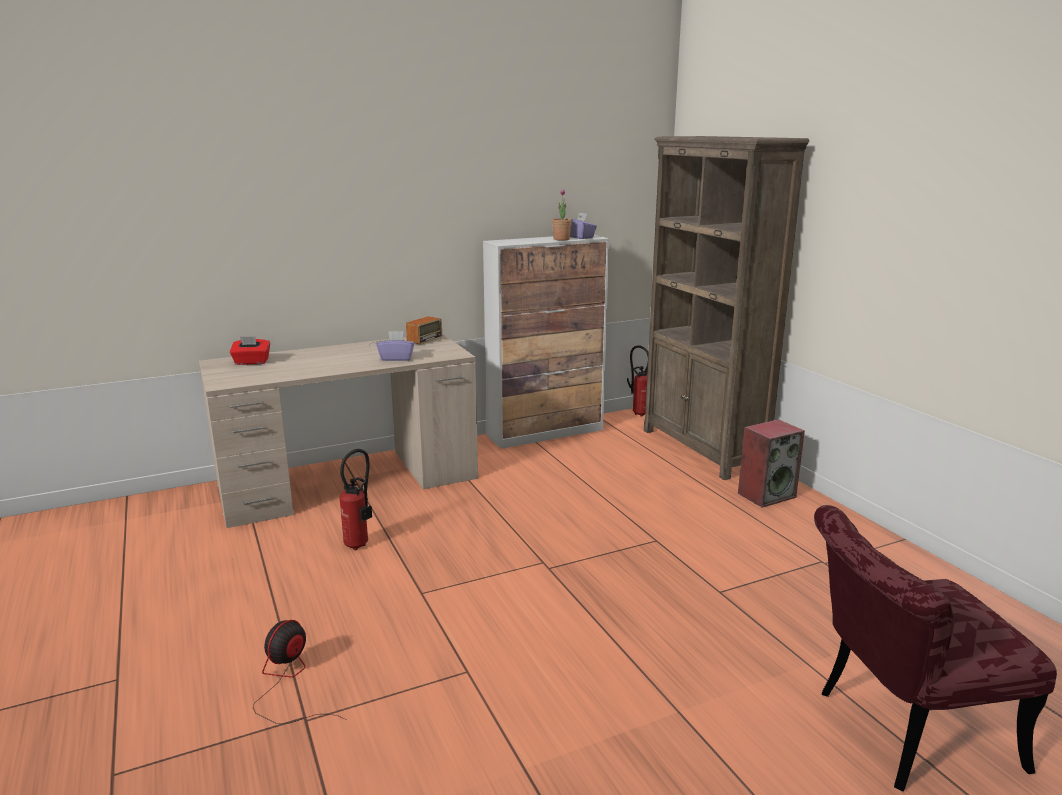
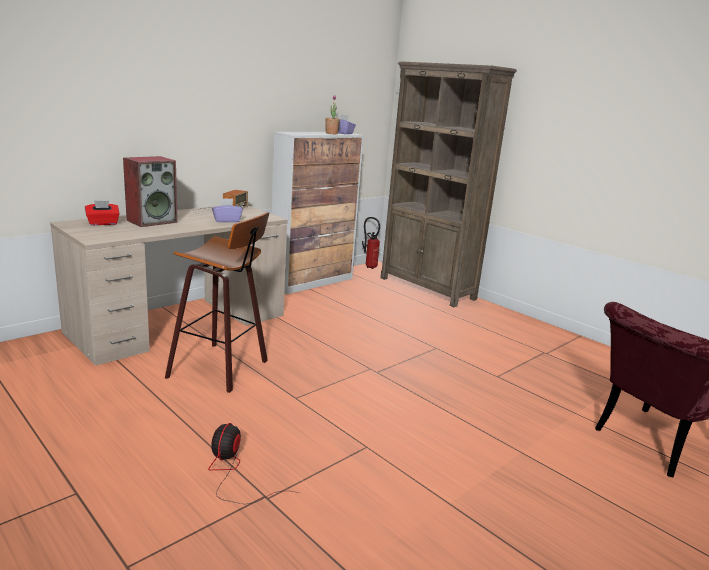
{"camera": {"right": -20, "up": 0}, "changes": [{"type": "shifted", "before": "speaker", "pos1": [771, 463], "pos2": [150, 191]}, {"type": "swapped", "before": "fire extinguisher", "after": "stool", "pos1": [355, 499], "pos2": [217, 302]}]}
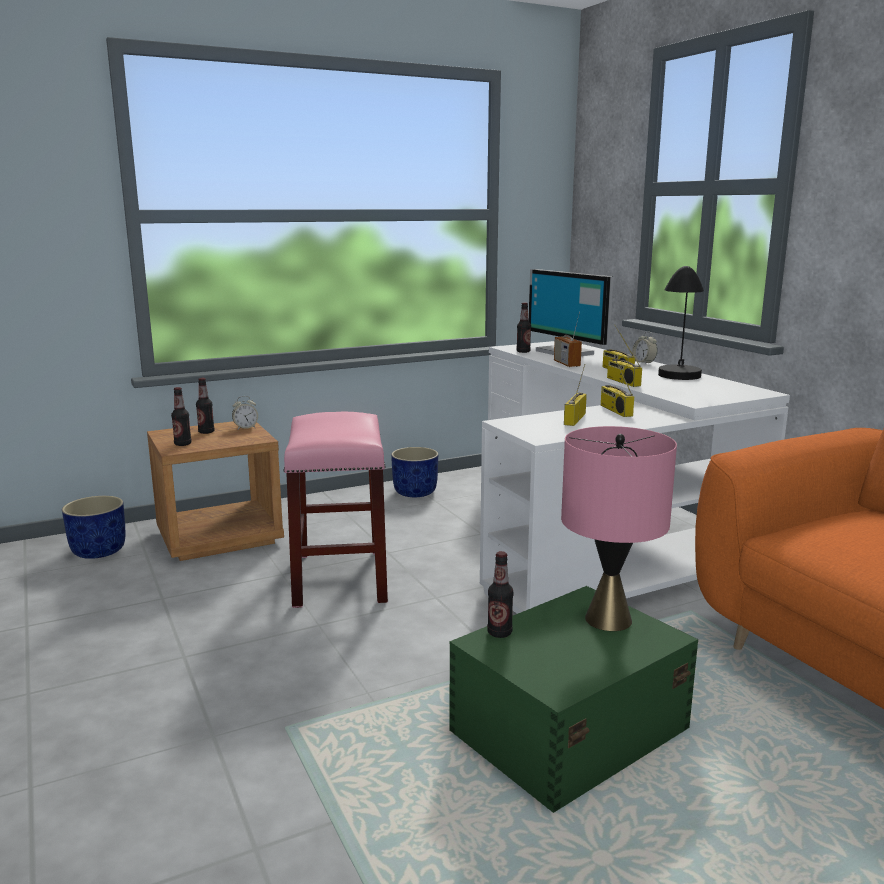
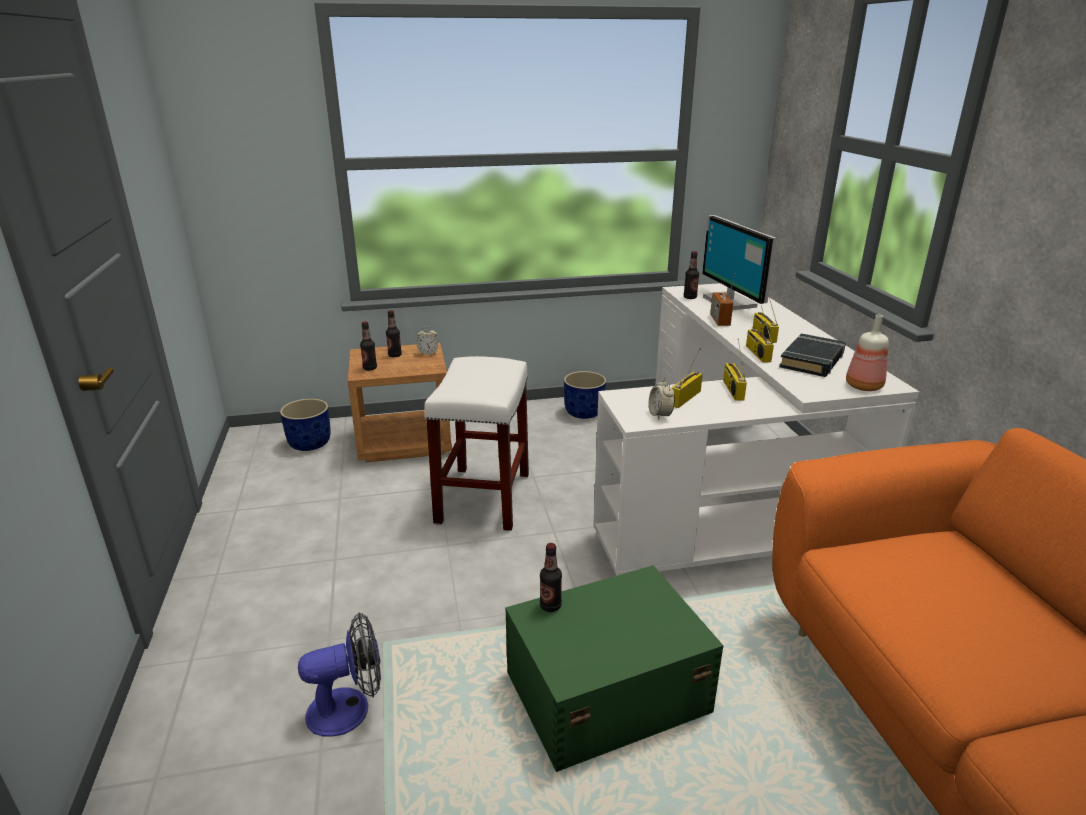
{"camera": {"right": 15, "up": 10}, "changes": [{"type": "swapped", "before": "black table lamp", "after": "black book", "pos1": [681, 323], "pos2": [812, 355]}, {"type": "shifted", "before": "alarm clock", "pos1": [645, 348], "pos2": [662, 399]}, {"type": "repainted", "before": "pink stool", "after": "white stool", "pos1": [335, 510], "pos2": [476, 443]}, {"type": "gone", "before": "pink table lamp", "pos1": [619, 528]}, {"type": "new", "after": "bottle", "pos2": [867, 353]}, {"type": "new", "after": "fan", "pos2": [339, 674]}]}
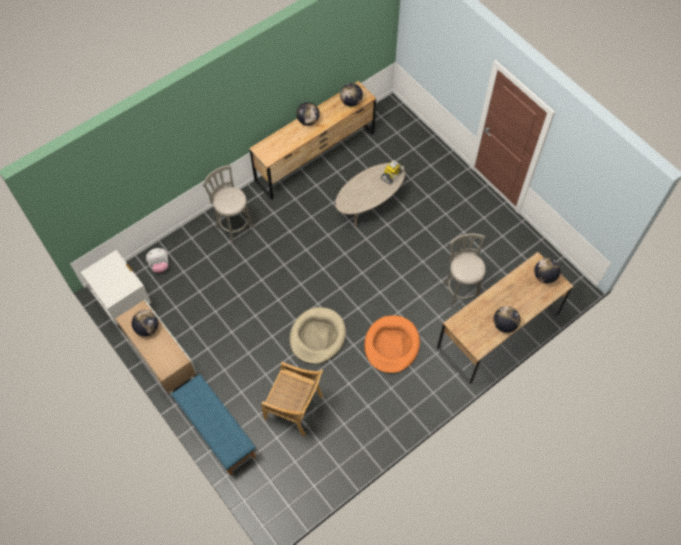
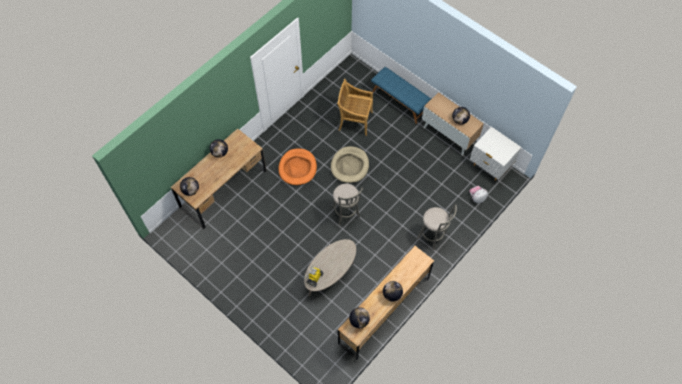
{"camera": {"right": 170, "up": 0}, "changes": [{"type": "shifted", "before": "grey stool", "pos1": [464, 271], "pos2": [347, 204]}]}
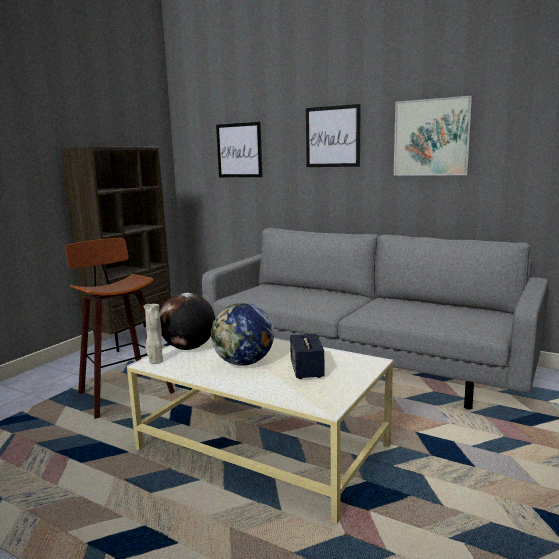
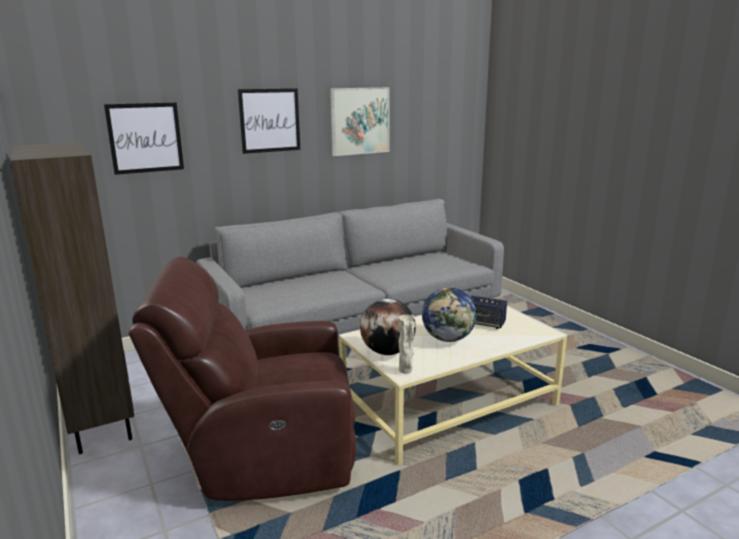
{"camera": {"right": -60, "up": 5}, "changes": [{"type": "swapped", "before": "stool", "after": "brown armchair", "pos1": [120, 328], "pos2": [242, 379]}]}
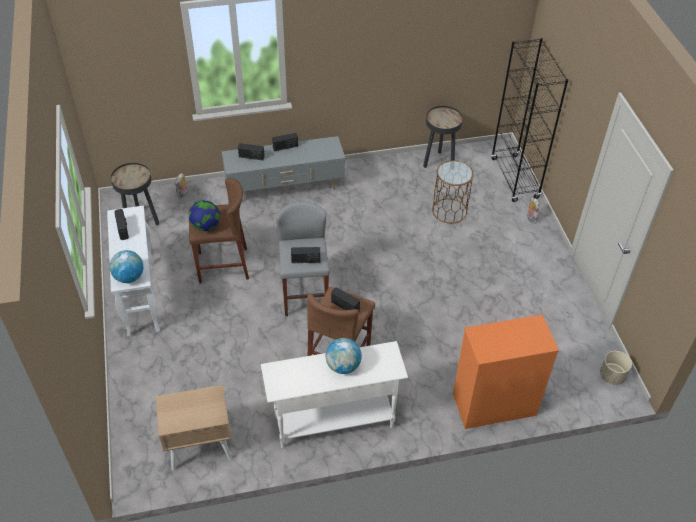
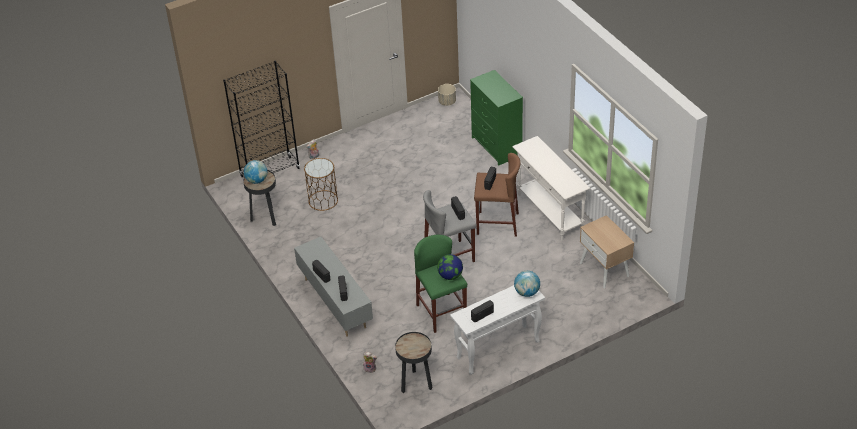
{"camera": {"right": -105, "up": -5}, "changes": [{"type": "repainted", "before": "brown stool", "after": "green stool", "pos1": [219, 230], "pos2": [440, 284]}, {"type": "repainted", "before": "orange dresser", "after": "green dresser", "pos1": [506, 372], "pos2": [496, 118]}, {"type": "shifted", "before": "globe", "pos1": [344, 356], "pos2": [255, 172]}]}
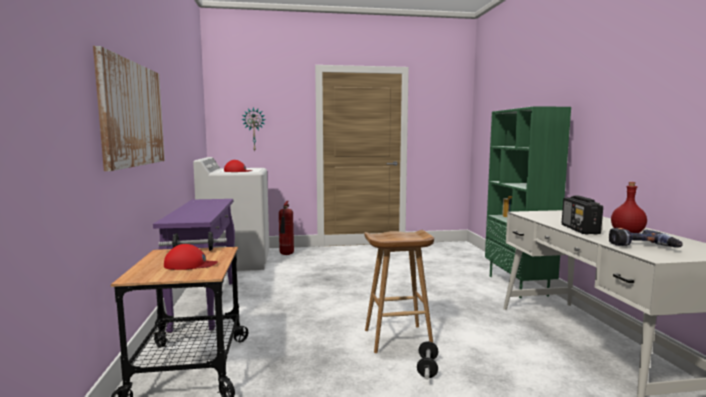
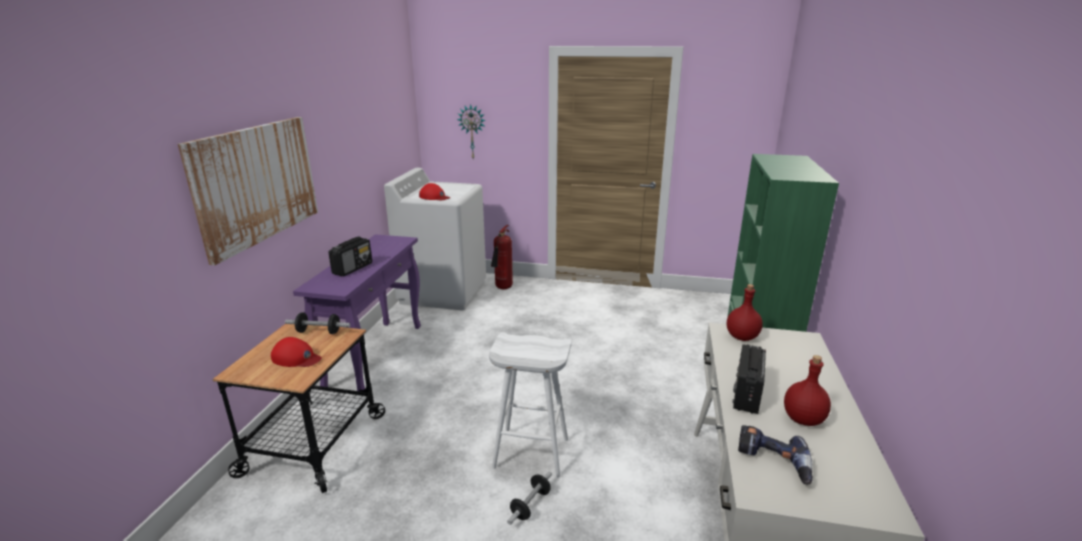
{"camera": {"right": 20, "up": 15}, "changes": [{"type": "repainted", "before": "brown stool", "after": "white stool", "pos1": [399, 291], "pos2": [530, 405]}, {"type": "new", "after": "radio", "pos2": [350, 256]}, {"type": "new", "after": "red bottle", "pos2": [745, 312]}]}
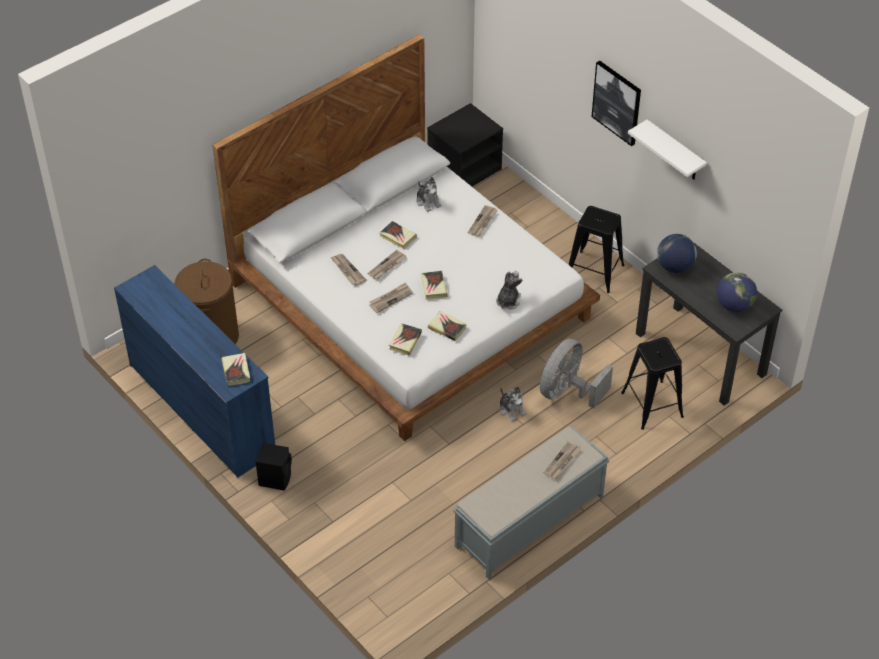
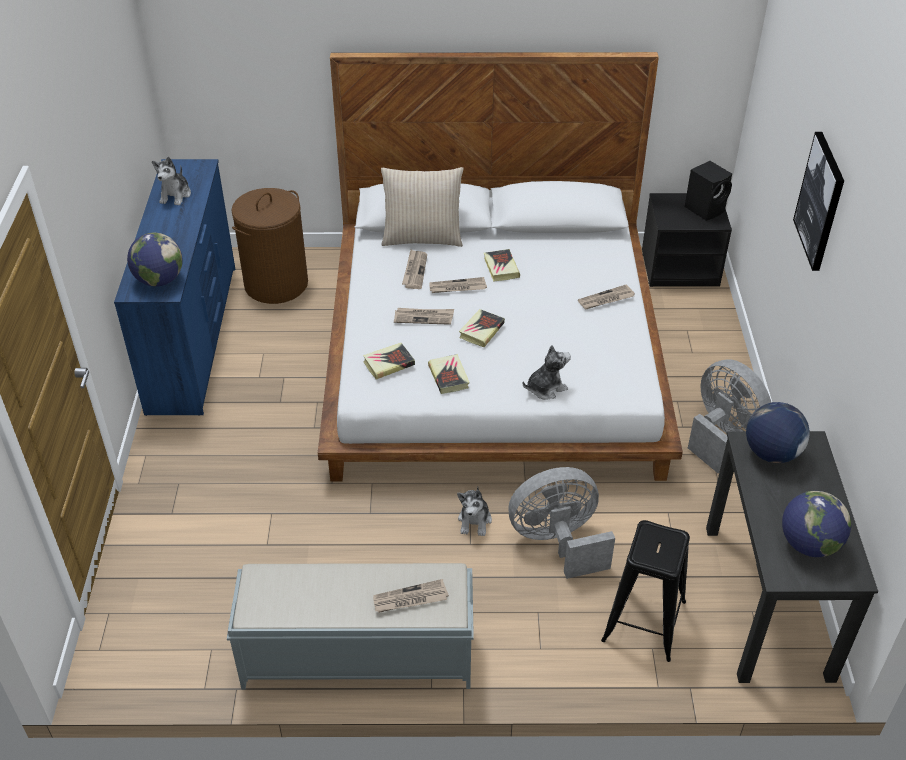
{"camera": {"right": 40, "up": -5}, "changes": [{"type": "gone", "before": "white shelf", "pos1": [667, 150]}, {"type": "shifted", "before": "plush toy", "pos1": [428, 194], "pos2": [171, 181]}, {"type": "swapped", "before": "black stool", "after": "grey fan", "pos1": [596, 249], "pos2": [730, 416]}, {"type": "swapped", "before": "book", "after": "globe", "pos1": [235, 369], "pos2": [154, 259]}, {"type": "shifted", "before": "black speaker", "pos1": [274, 467], "pos2": [708, 191]}, {"type": "new", "after": "beige pillow", "pos2": [422, 207]}]}
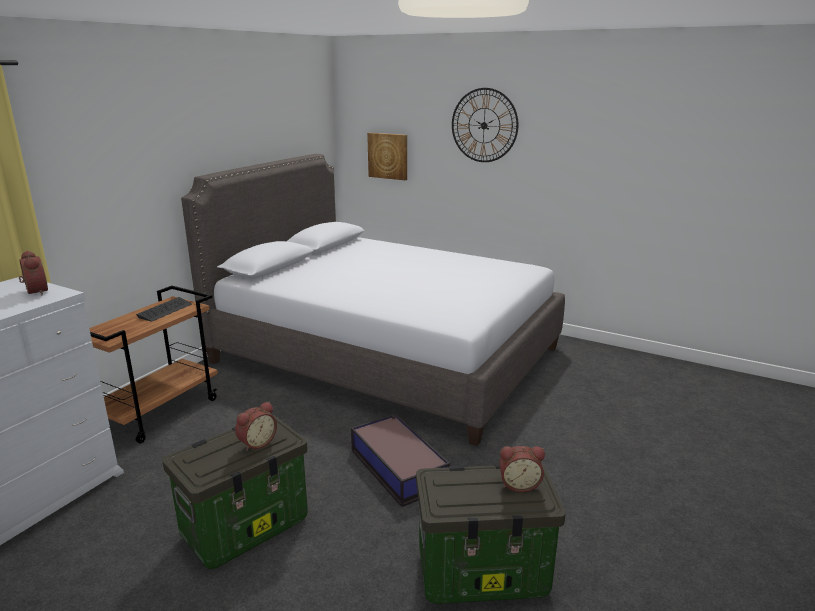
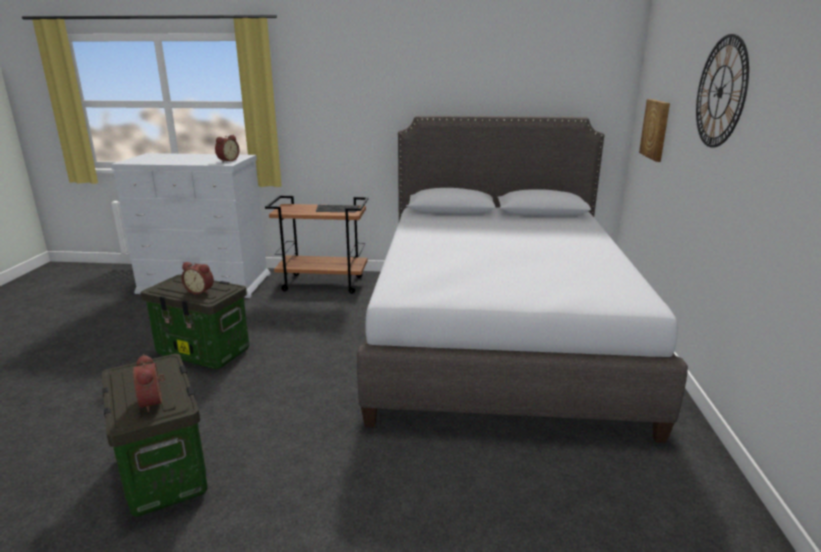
{"camera": {"right": 65, "up": 0}, "changes": [{"type": "gone", "before": "storage box", "pos1": [400, 460]}]}
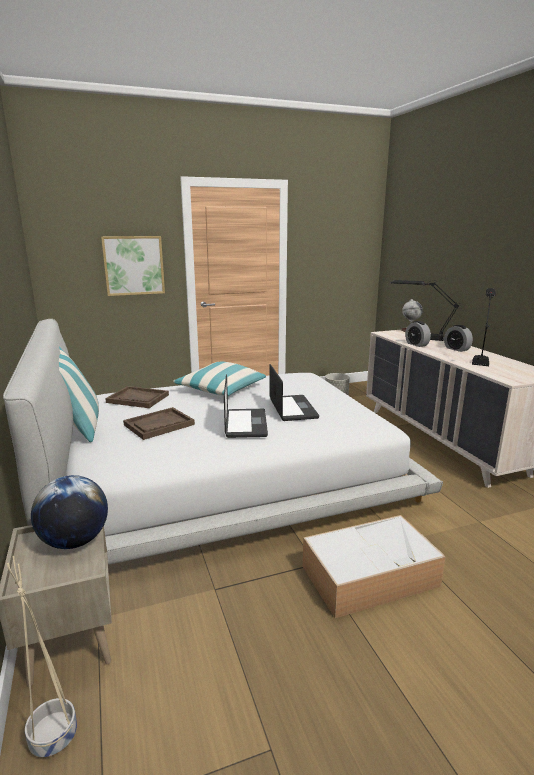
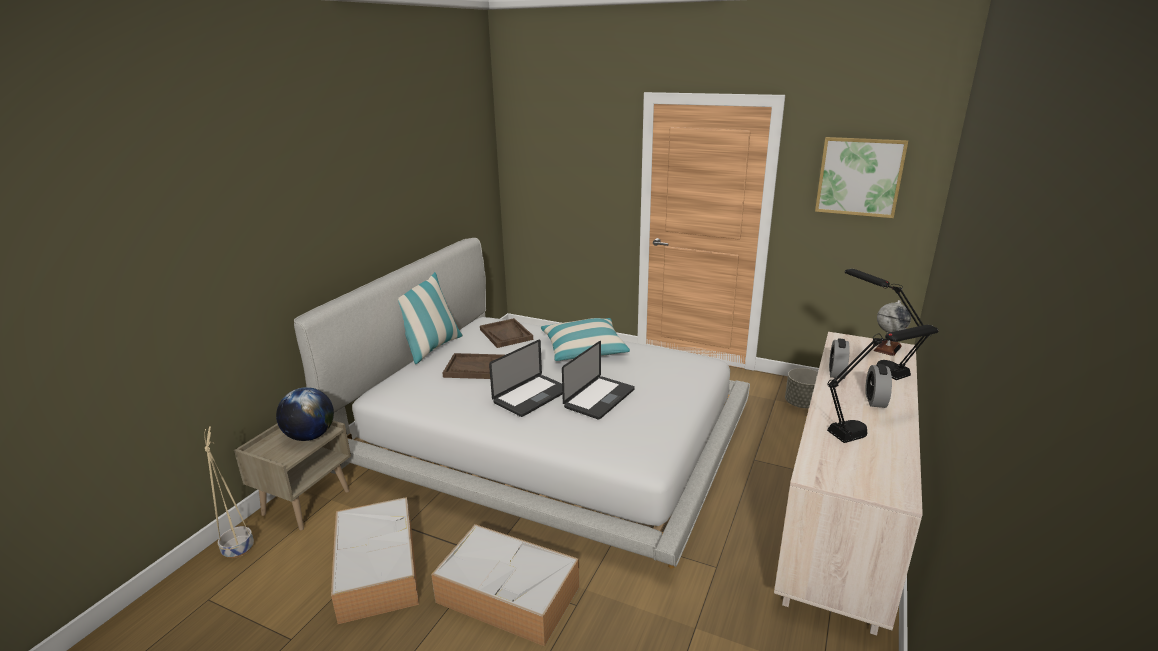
{"camera": {"right": 45, "up": 5}, "changes": [{"type": "shifted", "before": "picture", "pos1": [133, 266], "pos2": [861, 177]}, {"type": "new", "after": "storage box", "pos2": [375, 560]}]}
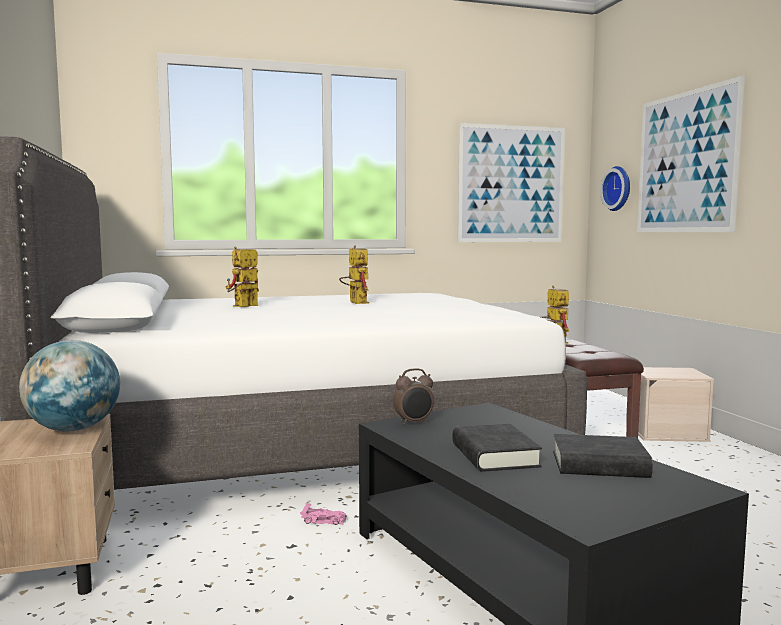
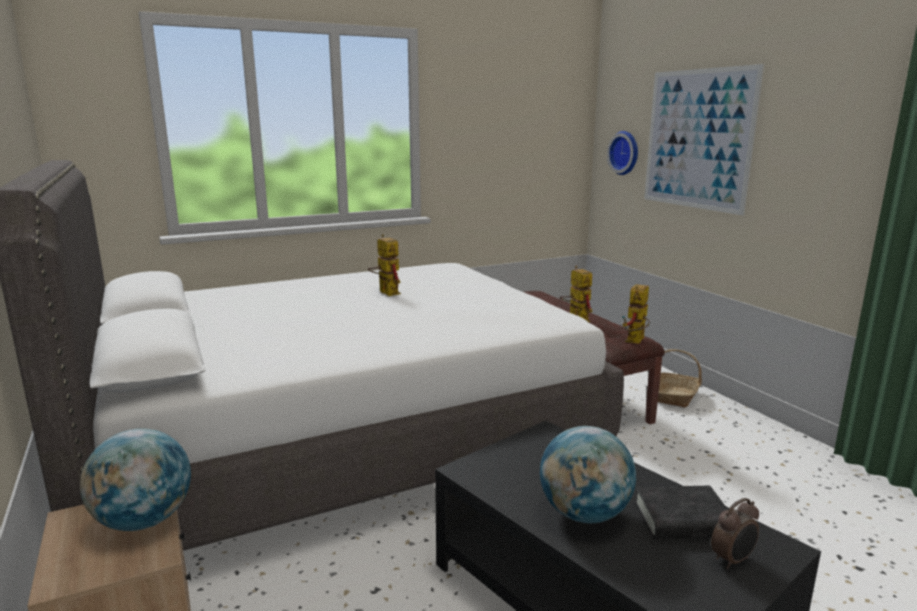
{"camera": {"right": -10, "up": 10}, "changes": [{"type": "gone", "before": "picture", "pos1": [511, 182]}, {"type": "shifted", "before": "toy robot", "pos1": [242, 276], "pos2": [636, 314]}, {"type": "swapped", "before": "beige storage box", "after": "basket", "pos1": [676, 404], "pos2": [680, 378]}, {"type": "shifted", "before": "alarm clock", "pos1": [413, 396], "pos2": [735, 533]}, {"type": "swapped", "before": "black book", "after": "globe", "pos1": [497, 448], "pos2": [588, 474]}, {"type": "gone", "before": "pink toy car", "pos1": [323, 514]}]}
